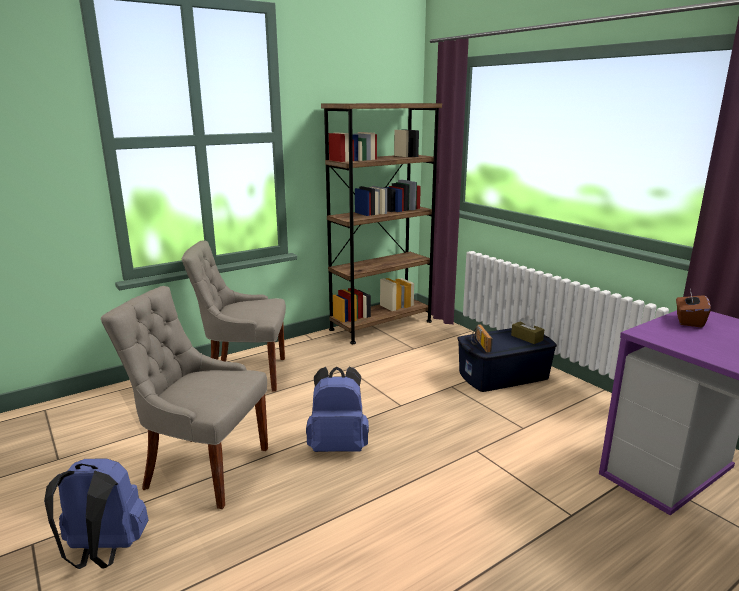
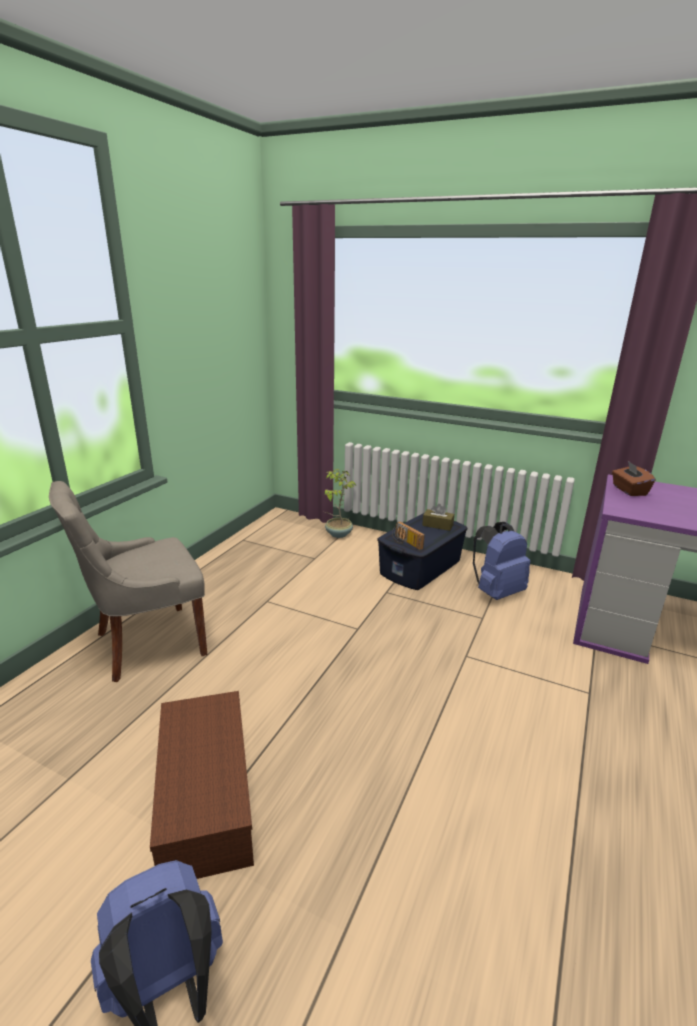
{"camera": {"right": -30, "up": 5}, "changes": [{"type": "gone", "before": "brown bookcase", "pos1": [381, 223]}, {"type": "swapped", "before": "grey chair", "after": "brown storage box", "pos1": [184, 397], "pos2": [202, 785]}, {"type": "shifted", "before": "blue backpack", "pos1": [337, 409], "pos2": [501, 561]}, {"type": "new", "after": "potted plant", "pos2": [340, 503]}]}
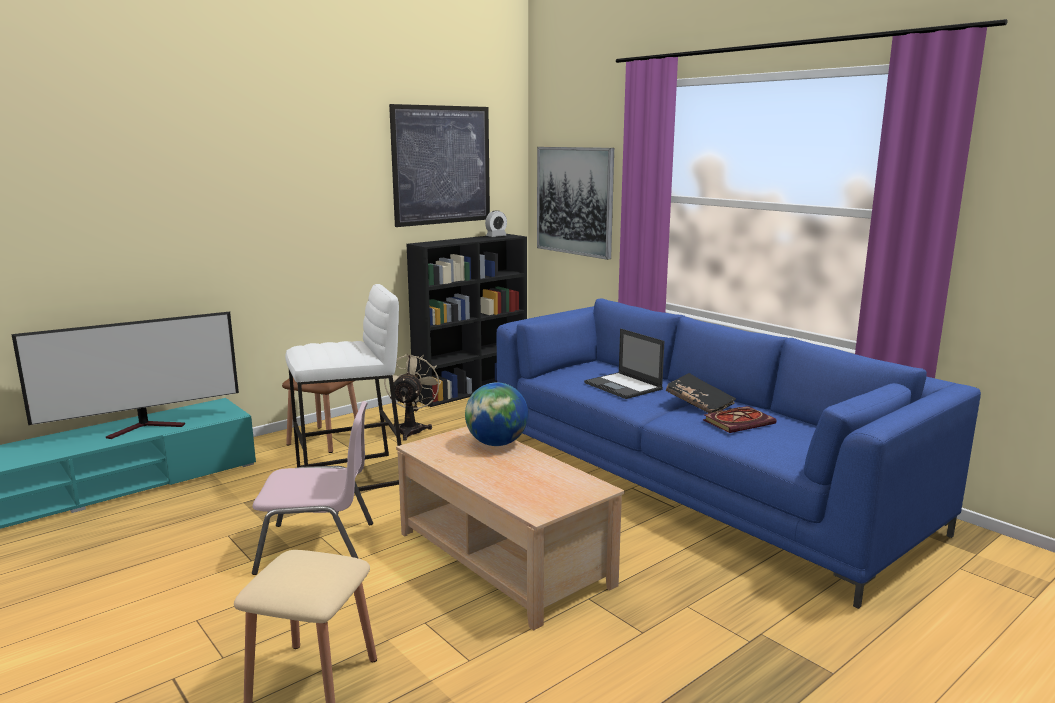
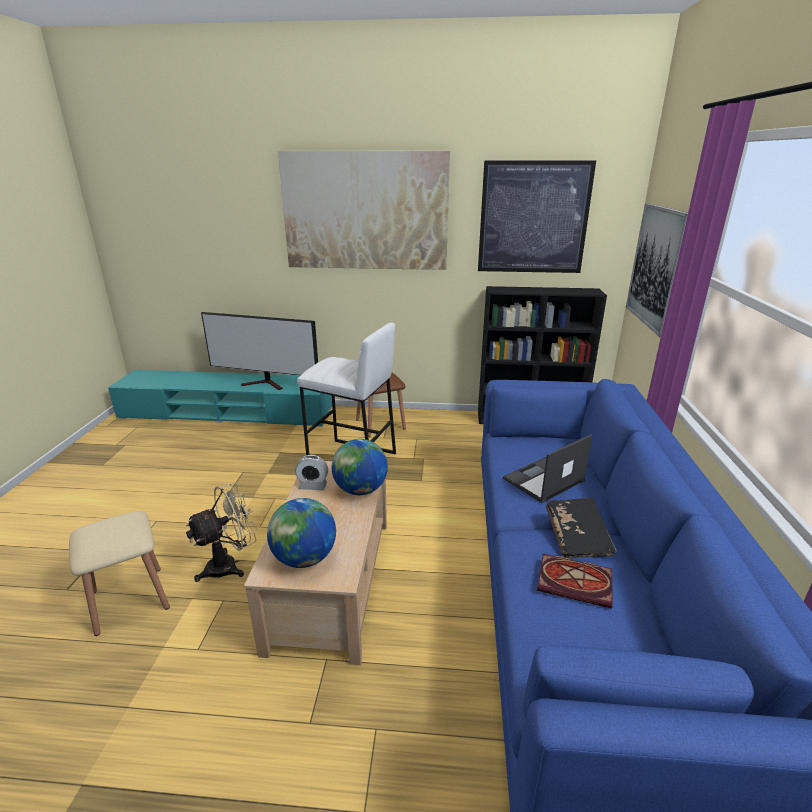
{"camera": {"right": 45, "up": 10}, "changes": [{"type": "shifted", "before": "alarm clock", "pos1": [496, 224], "pos2": [311, 472]}, {"type": "rotated", "before": "laptop", "pos1": [624, 363], "pos2": [547, 468], "turn": 45}, {"type": "shifted", "before": "beige fan", "pos1": [413, 396], "pos2": [221, 532]}, {"type": "gone", "before": "pink chair", "pos1": [312, 488]}, {"type": "new", "after": "picture", "pos2": [364, 210]}, {"type": "new", "after": "globe", "pos2": [301, 533]}]}
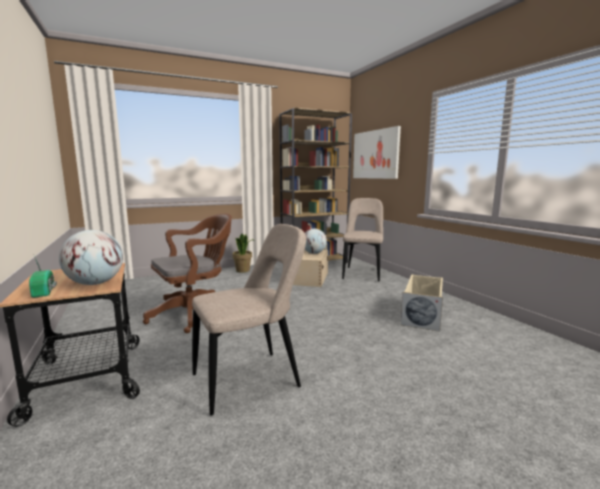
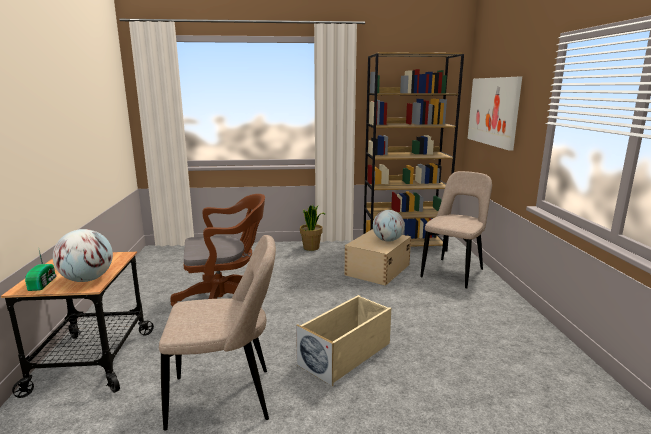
{"camera": {"right": 20, "up": 5}, "changes": [{"type": "shifted", "before": "beige storage box", "pos1": [422, 303], "pos2": [343, 340]}]}
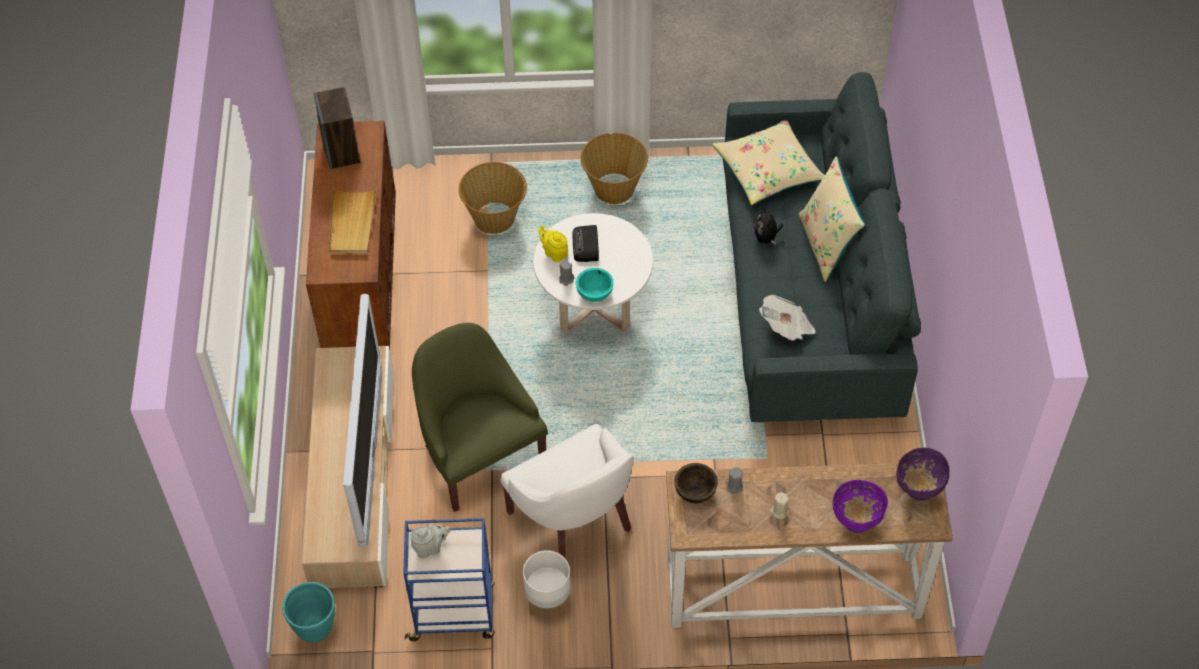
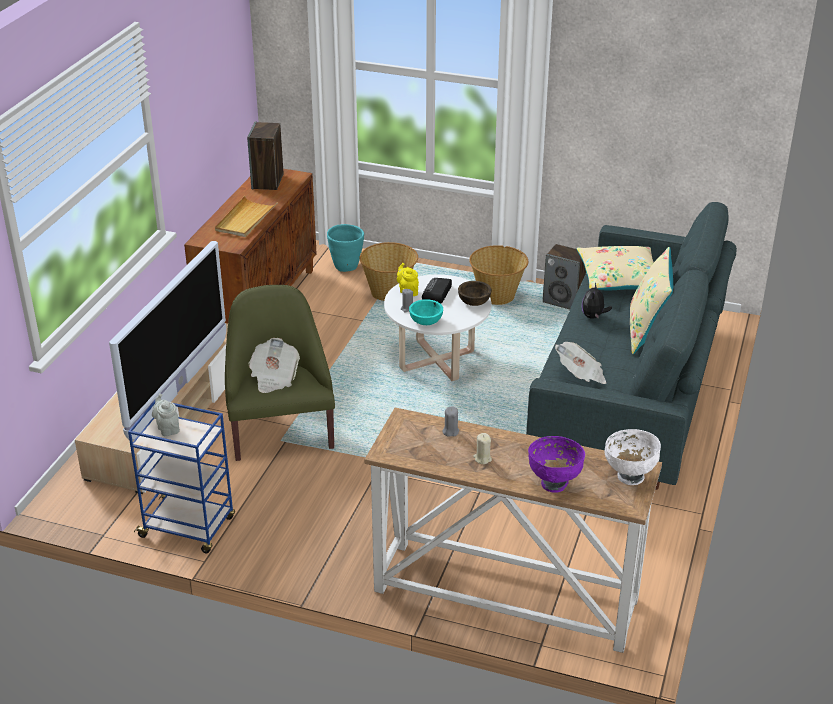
{"camera": {"right": 20, "up": -20}, "changes": [{"type": "gone", "before": "white armchair", "pos1": [567, 491]}, {"type": "repainted", "before": "purple bowl", "after": "white bowl", "pos1": [923, 474], "pos2": [633, 457]}, {"type": "shifted", "before": "brown bowl", "pos1": [696, 483], "pos2": [475, 293]}, {"type": "rotated", "before": "grey teapot", "pos1": [430, 541], "pos2": [166, 415], "turn": -120}, {"type": "gone", "before": "white planter", "pos1": [547, 583]}, {"type": "shifted", "before": "turquoise planter", "pos1": [308, 612], "pos2": [345, 248]}, {"type": "new", "after": "speaker", "pos2": [564, 276]}, {"type": "new", "after": "newspaper", "pos2": [274, 365]}]}
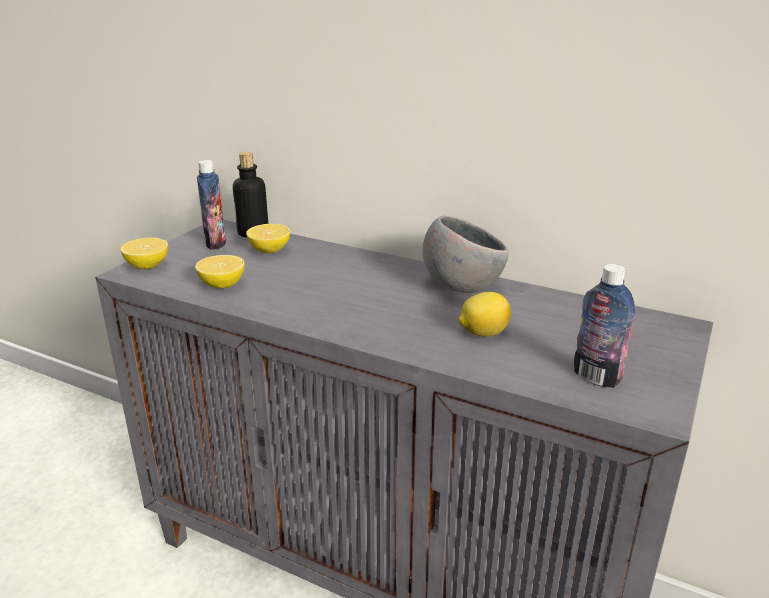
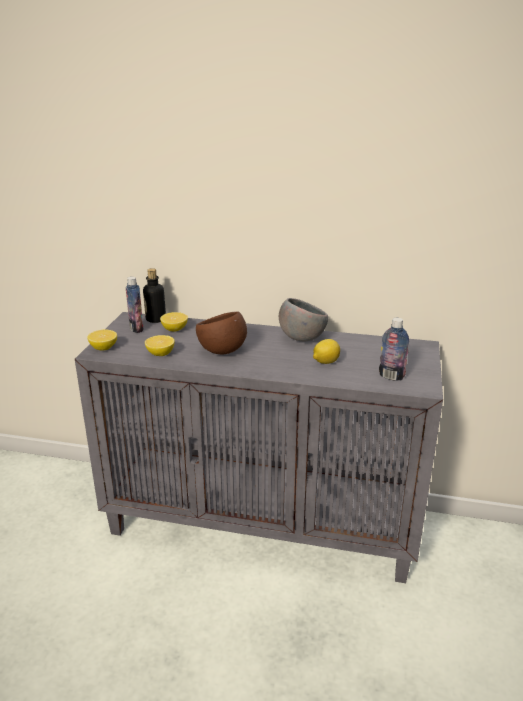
{"camera": {"right": -15, "up": 0}, "changes": [{"type": "new", "after": "brown bowl", "pos2": [221, 332]}]}
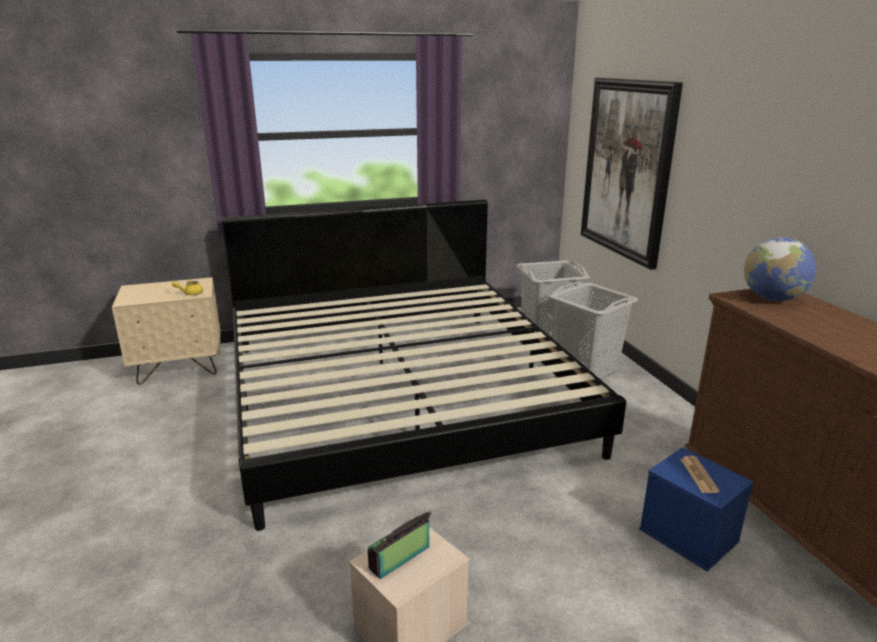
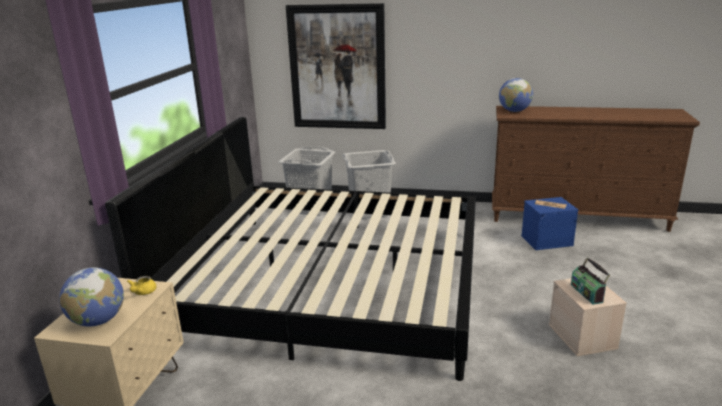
{"camera": {"right": -60, "up": 0}, "changes": [{"type": "new", "after": "globe", "pos2": [91, 296]}]}
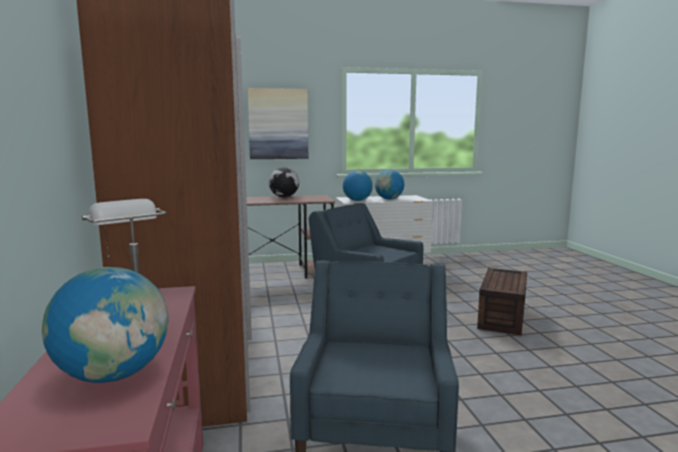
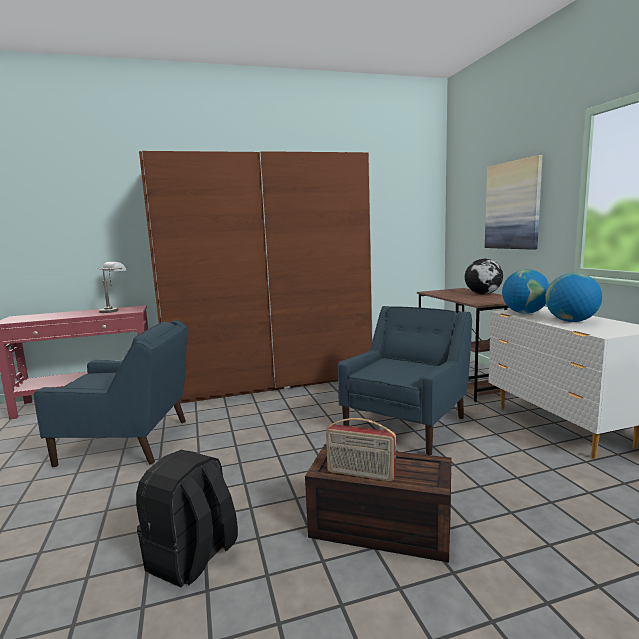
{"camera": {"right": 85, "up": 0}, "changes": [{"type": "gone", "before": "globe", "pos1": [105, 325]}, {"type": "new", "after": "radio", "pos2": [361, 450]}, {"type": "new", "after": "black backpack", "pos2": [187, 518]}]}
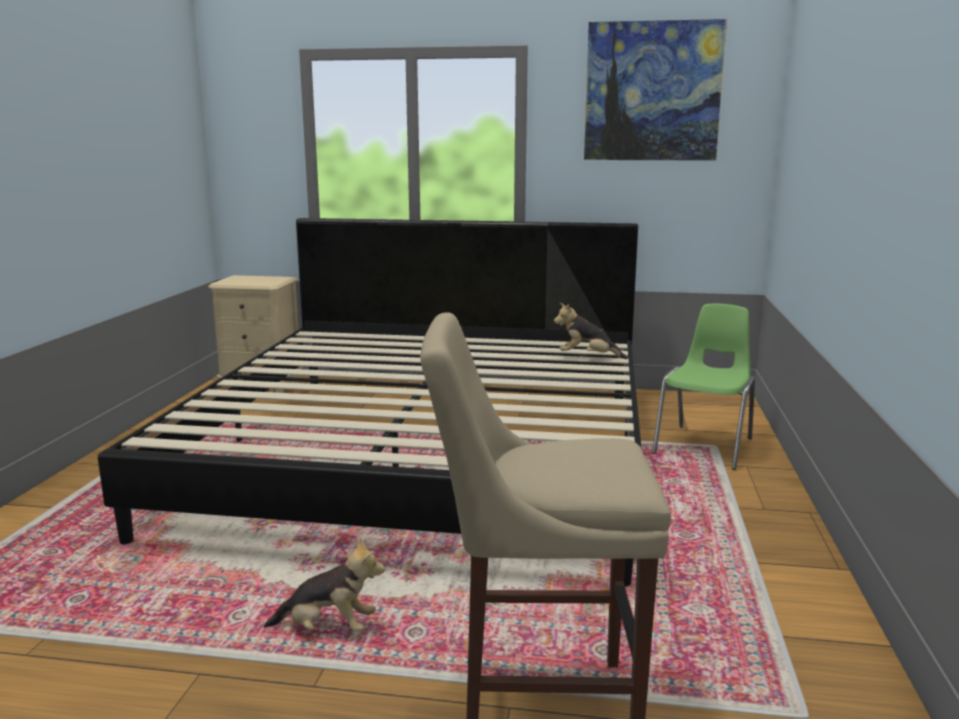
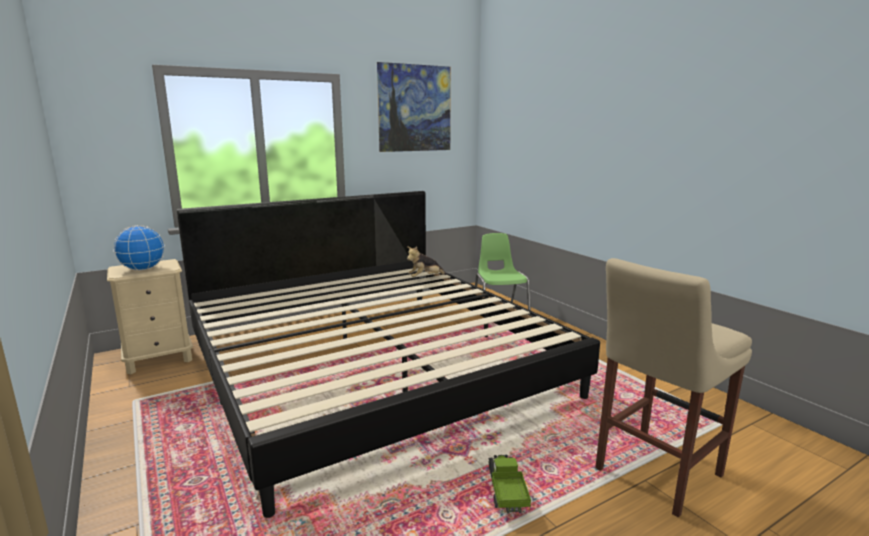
{"camera": {"right": -40, "up": 0}, "changes": [{"type": "swapped", "before": "plush toy", "after": "toy truck", "pos1": [324, 585], "pos2": [509, 484]}, {"type": "new", "after": "globe", "pos2": [139, 248]}]}
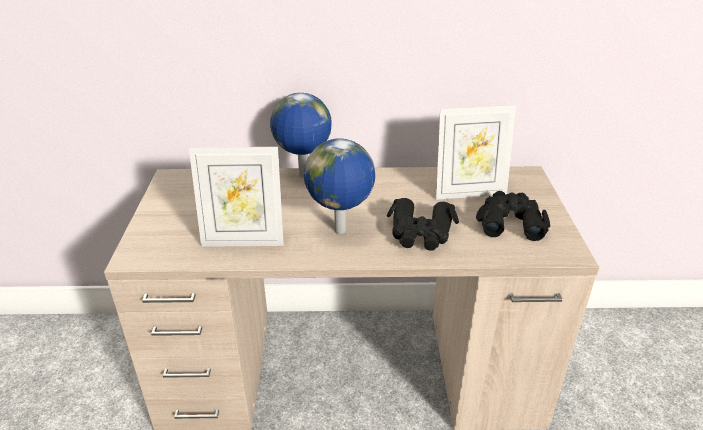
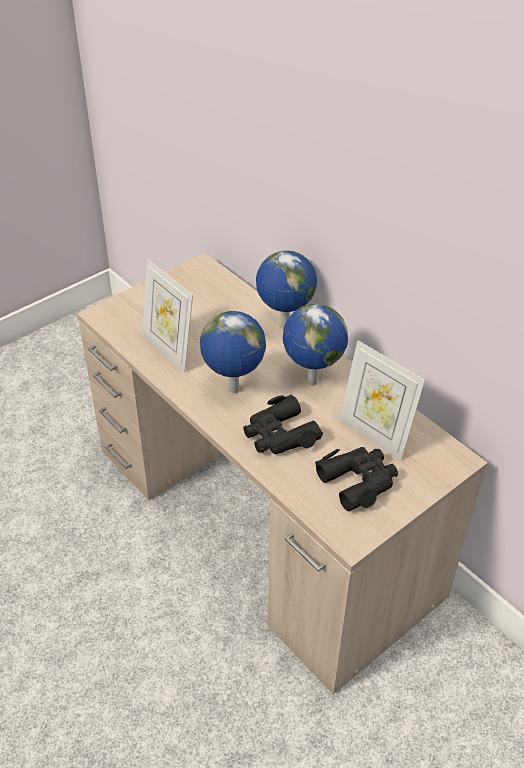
{"camera": {"right": 50, "up": 10}, "changes": [{"type": "new", "after": "globe", "pos2": [315, 345]}]}
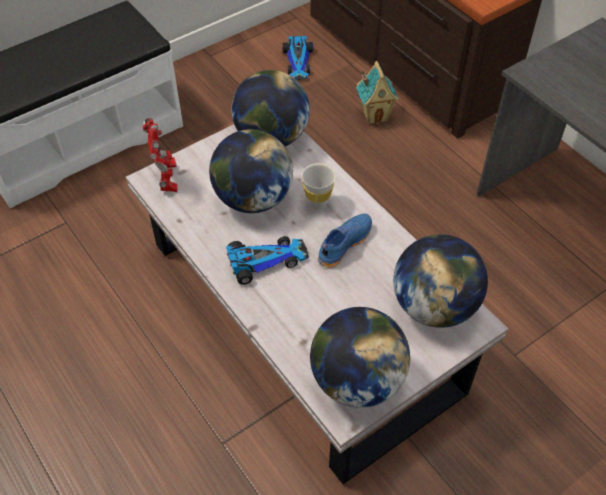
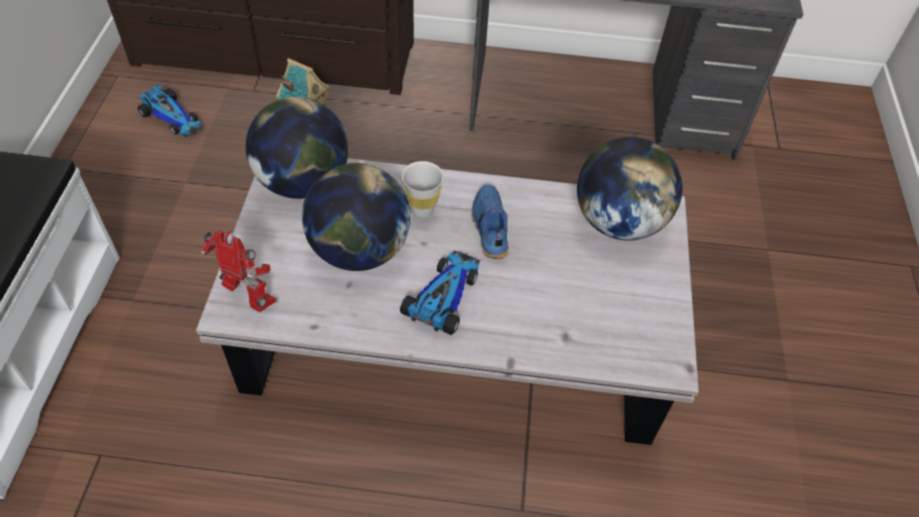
{"camera": {"right": -50, "up": 0}, "changes": [{"type": "gone", "before": "globe", "pos1": [360, 357]}]}
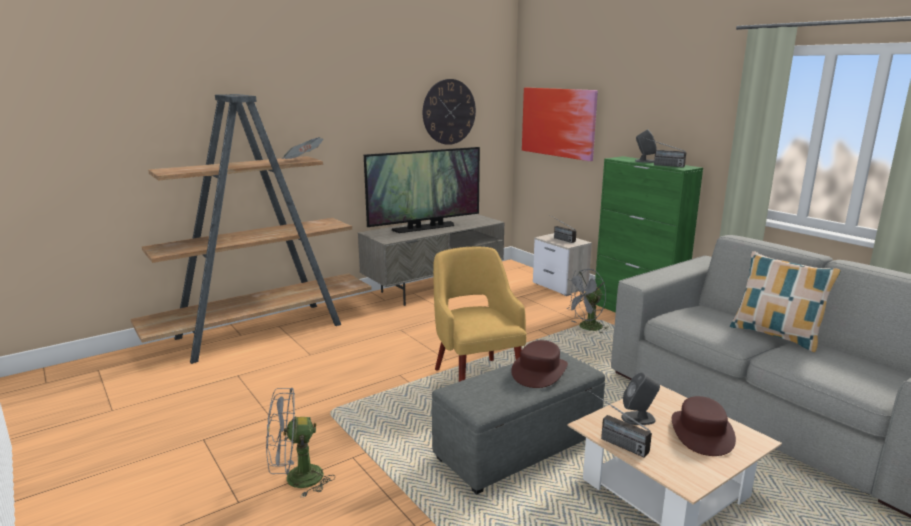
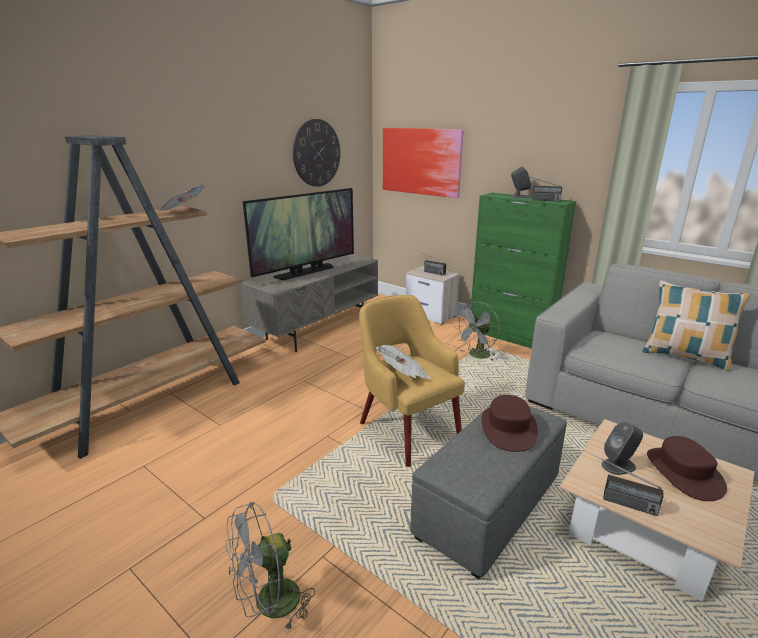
{"camera": {"right": -15, "up": 5}, "changes": [{"type": "new", "after": "newspaper", "pos2": [403, 362]}]}
